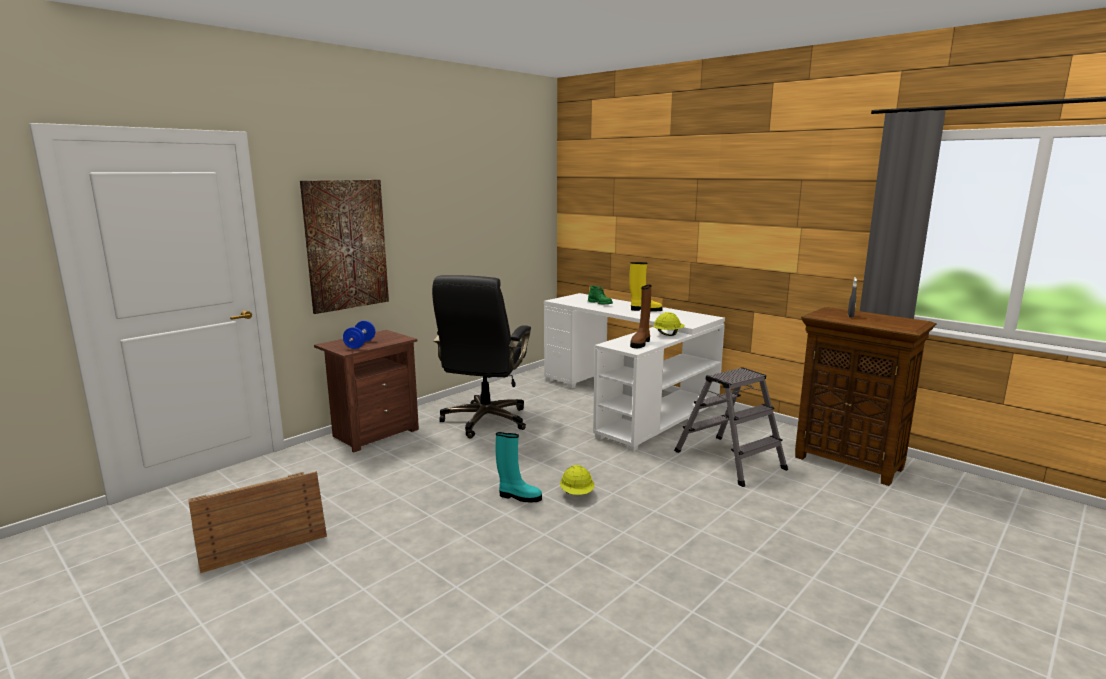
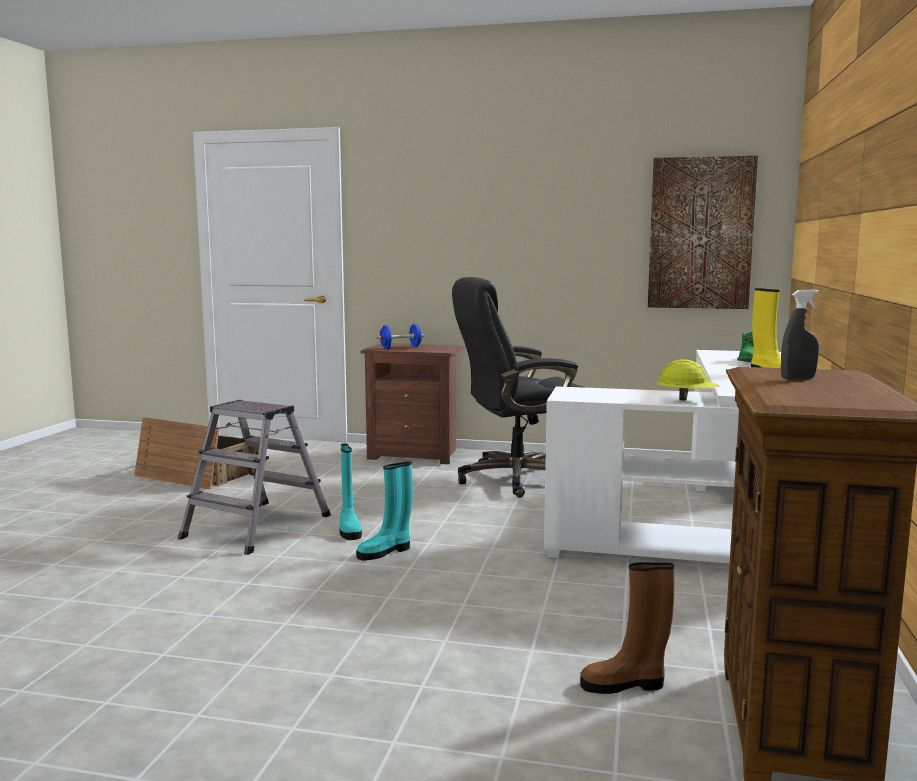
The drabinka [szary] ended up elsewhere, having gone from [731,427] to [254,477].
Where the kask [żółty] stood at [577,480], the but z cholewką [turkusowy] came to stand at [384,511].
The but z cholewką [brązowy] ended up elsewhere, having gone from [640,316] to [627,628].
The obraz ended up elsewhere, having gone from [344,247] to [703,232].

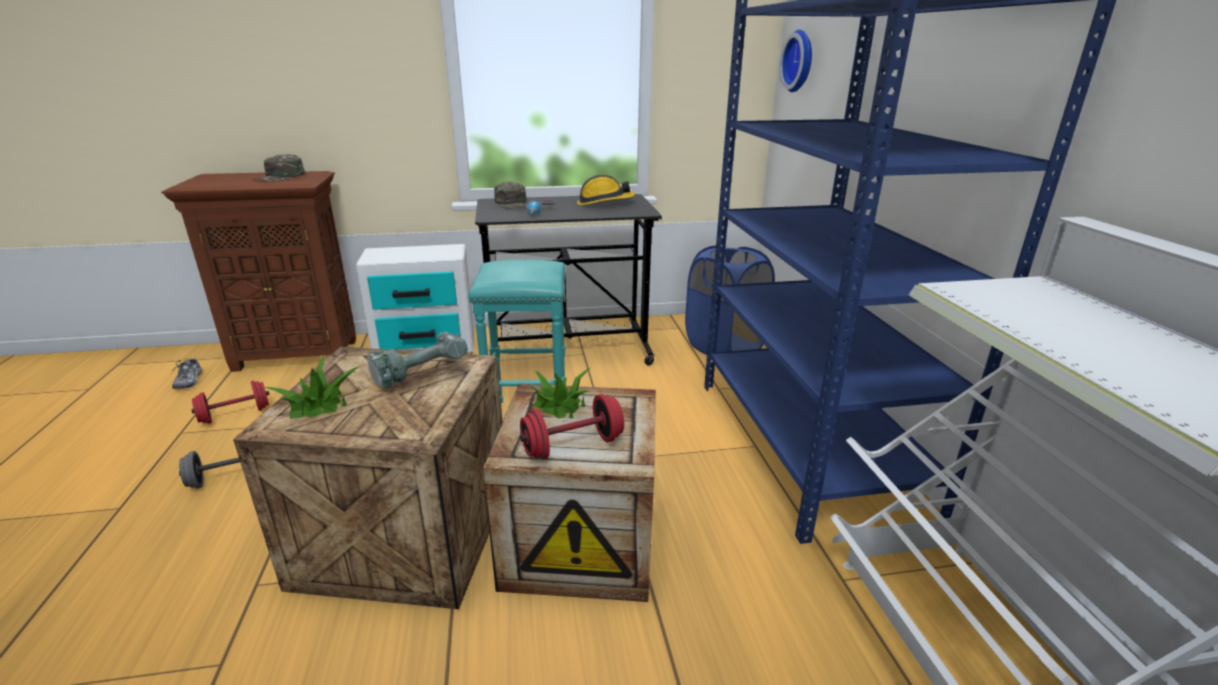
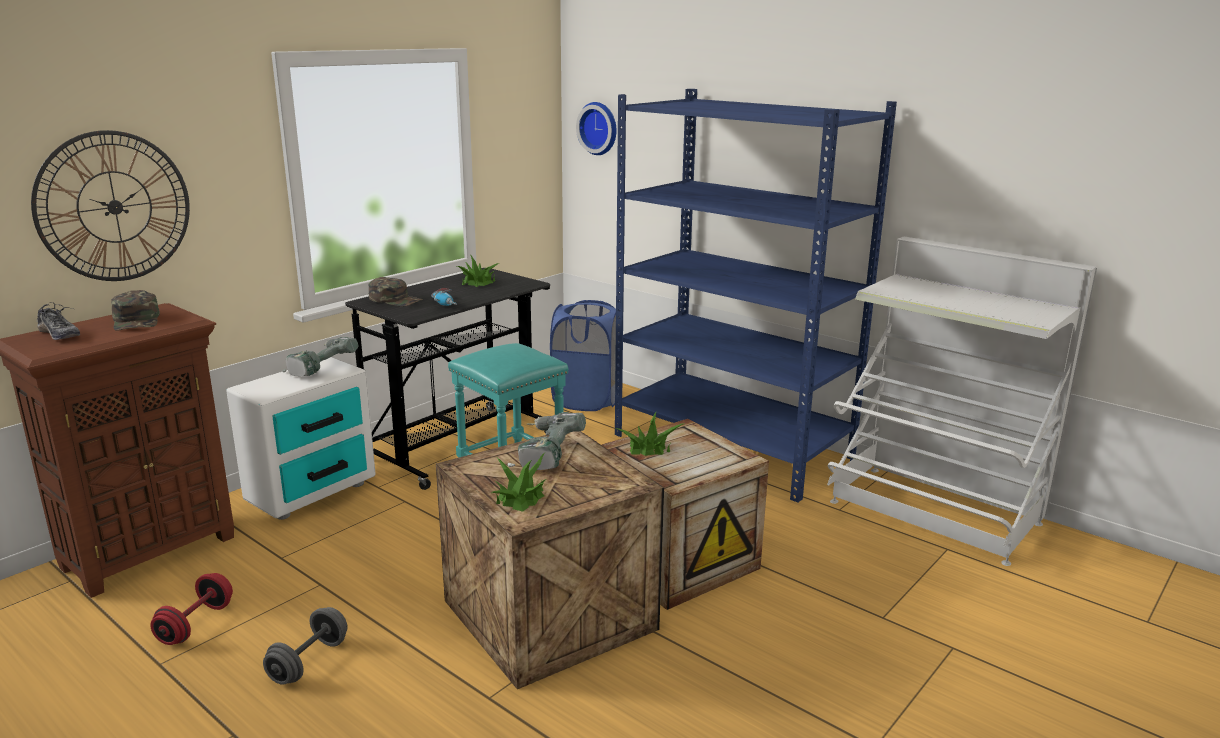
The second view gained the zegar ścienny at [110,205].
The but ended up elsewhere, having gone from [186,373] to [58,321].
The second view gained the wiertarka at [321,356].
Where the kask stood at [606,190], the roślina doniczkowa came to stand at [478,271].
The second view lost the hantel [czerwony] at [572,427].

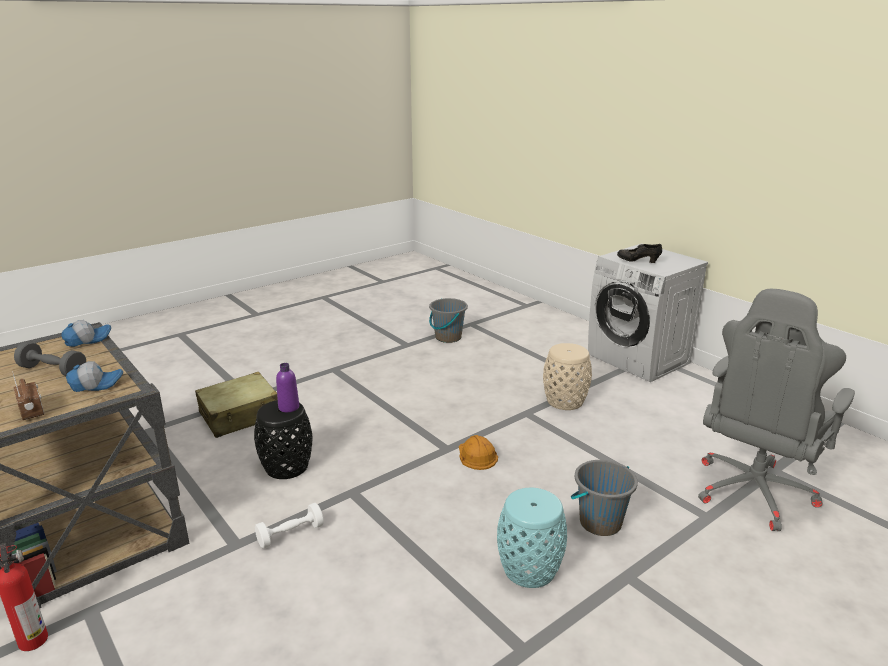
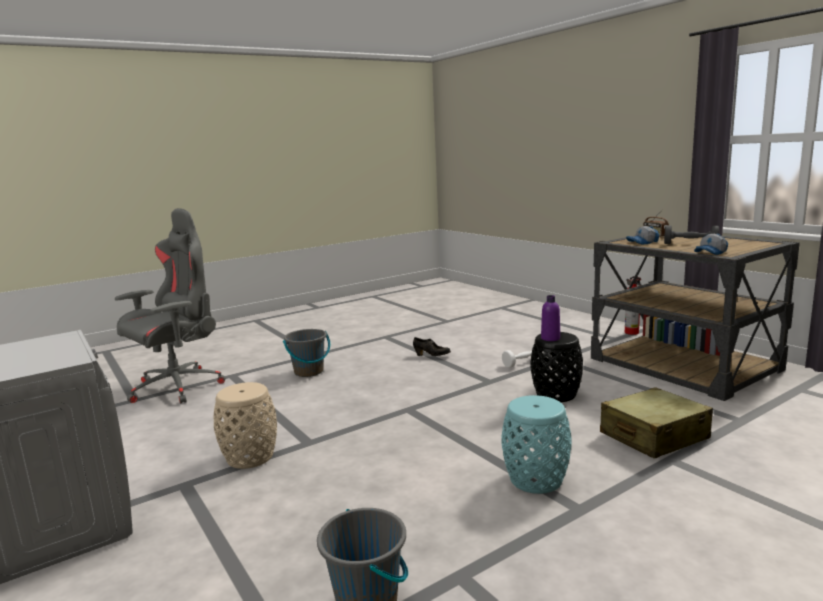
The but [czarny] ended up elsewhere, having gone from [639,253] to [432,346].
The stołek [turkusowy] ended up elsewhere, having gone from [532,538] to [536,444].
The second view lost the kask [pomarańczowy] at [478,452].

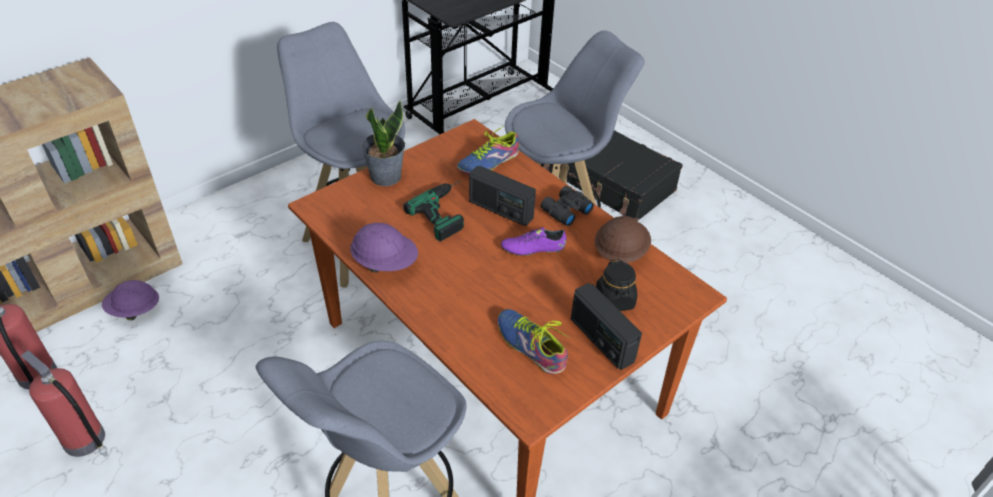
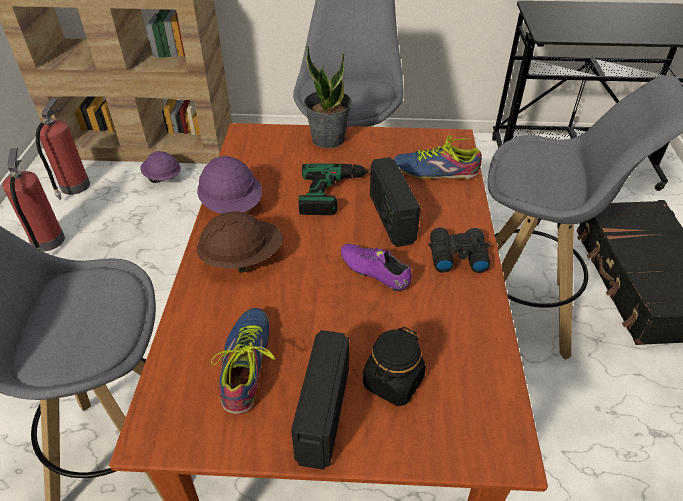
The kask [brązowy] ended up elsewhere, having gone from [623,239] to [240,242].

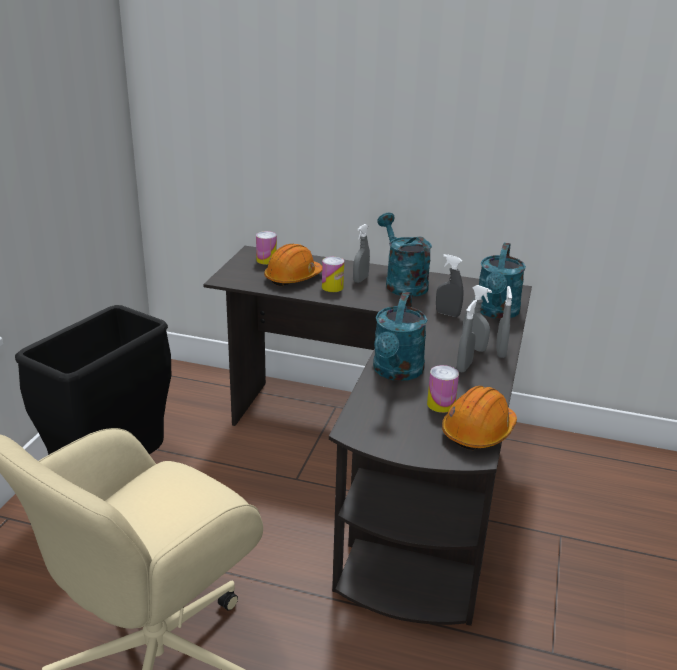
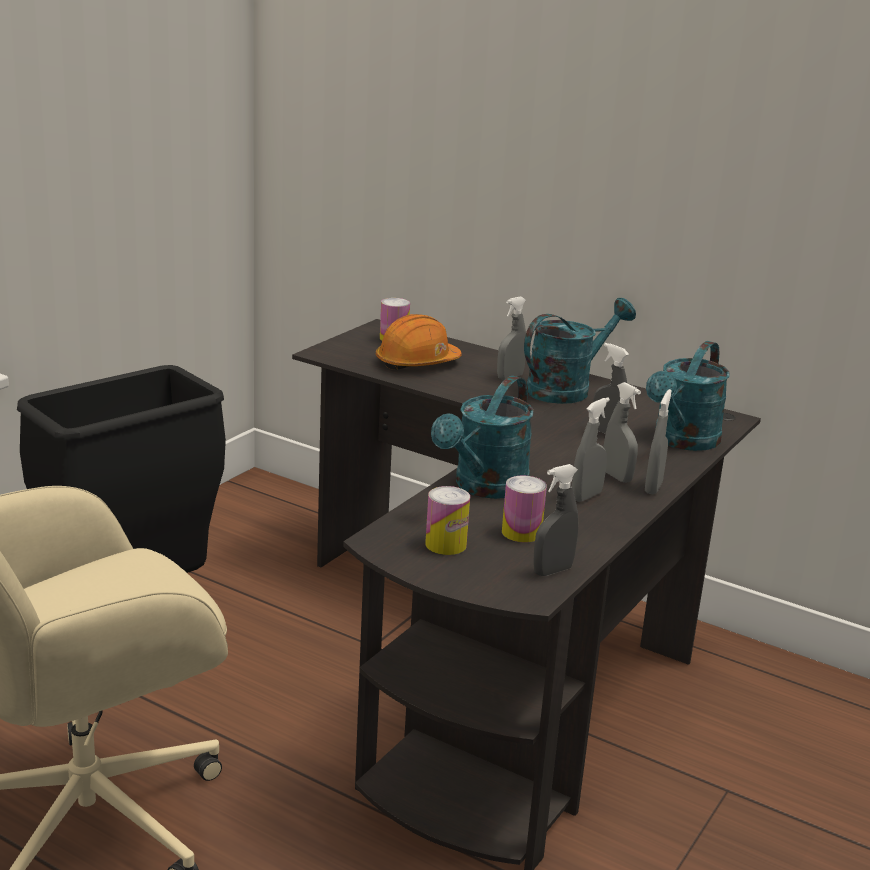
The puszka ended up elsewhere, having gone from [333,274] to [447,520].
The konewka [turkusowy] at [404,255] ended up facing another way, 60 degrees clockwise from before.
Where the kask [pomarańczowy] stood at [479,418], the spryskiwacz [szary] came to stand at [555,520].

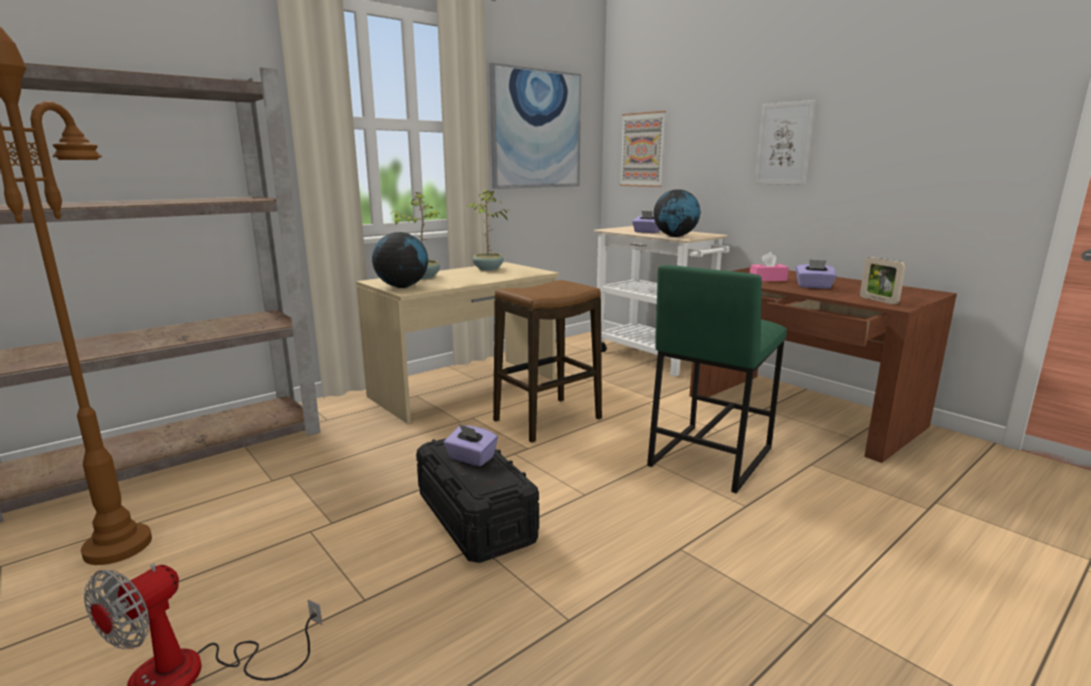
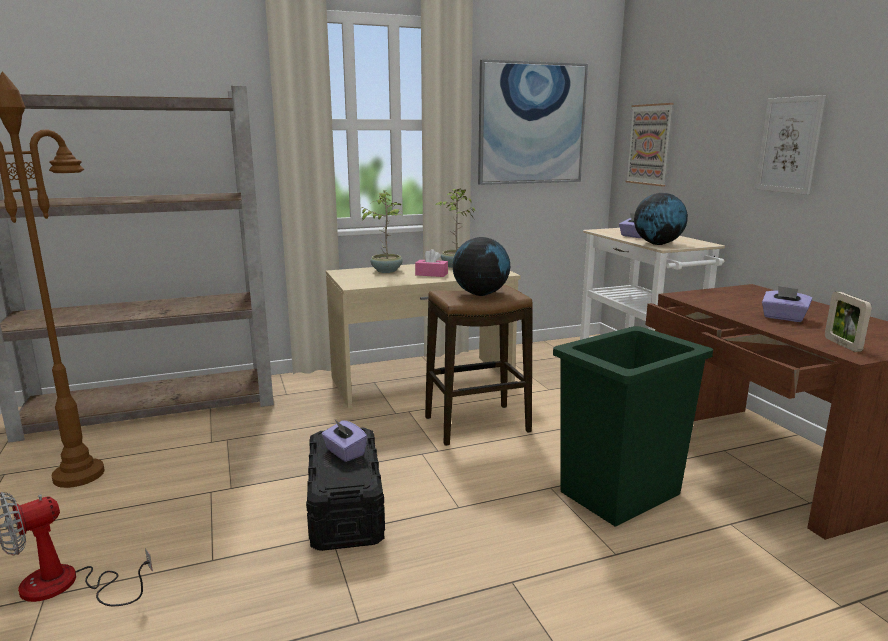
The pudełko chusteczek [różowy] ended up elsewhere, having gone from [769,266] to [431,263].
The globus ended up elsewhere, having gone from [400,260] to [481,266].
Where the stołek [zielony] stood at [717,379], the kosz na śmieci [zielony] came to stand at [633,426].

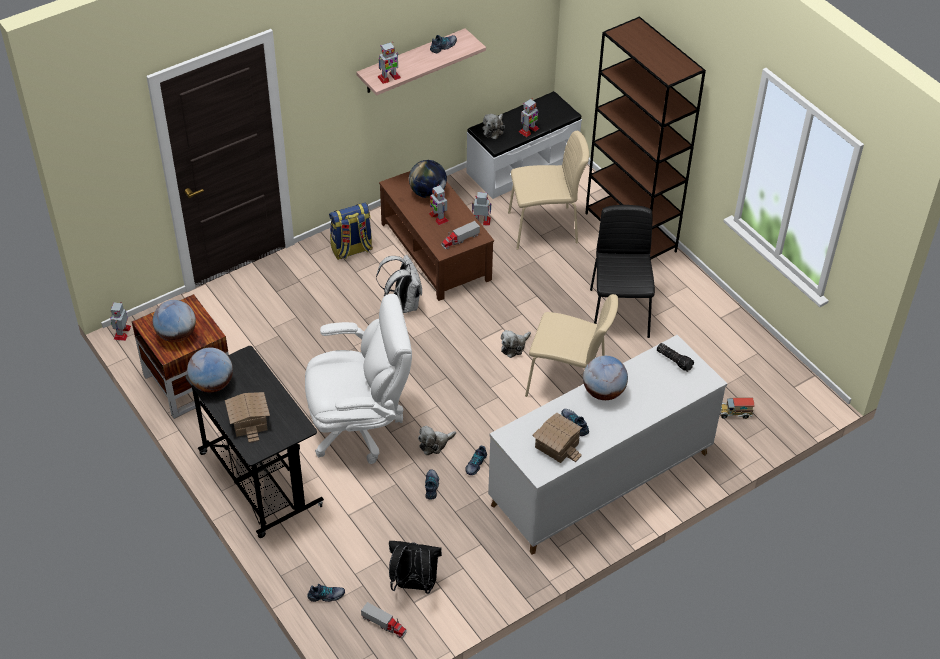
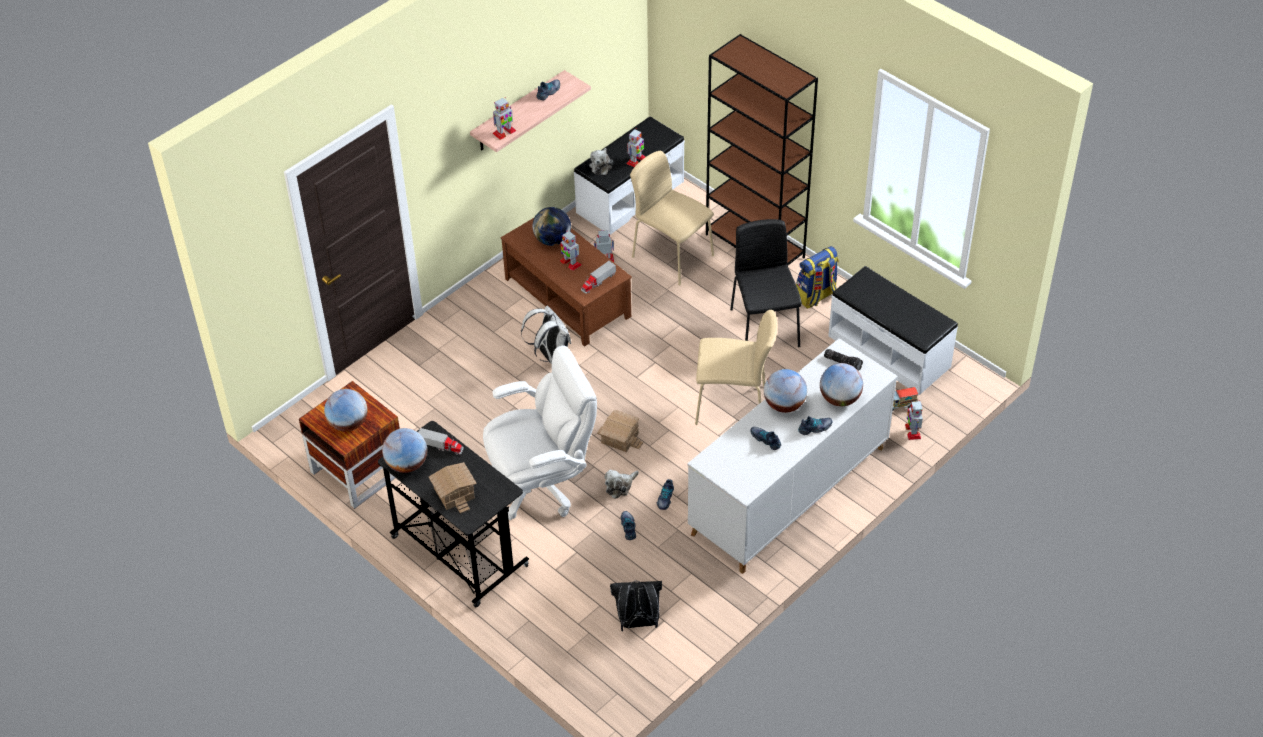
The ciężarówka zabawkowa ended up elsewhere, having gone from [384,620] to [440,441].
The domek ended up elsewhere, having gone from [557,438] to [620,431].
The krzesło [beżowy] at [548,190] ended up facing another way, 120 degrees counterclockwise from before.
The plecak ended up elsewhere, having gone from [351,231] to [817,277].
The but ended up elsewhere, having gone from [326,593] to [815,425].
The second view gained the globus at [841,384].
The second view gained the ławka [biały] at [893,330].
The robot zabawkowy ended up elsewhere, having gone from [120,321] to [914,420].
The second view lost the pluszak at [516,344].

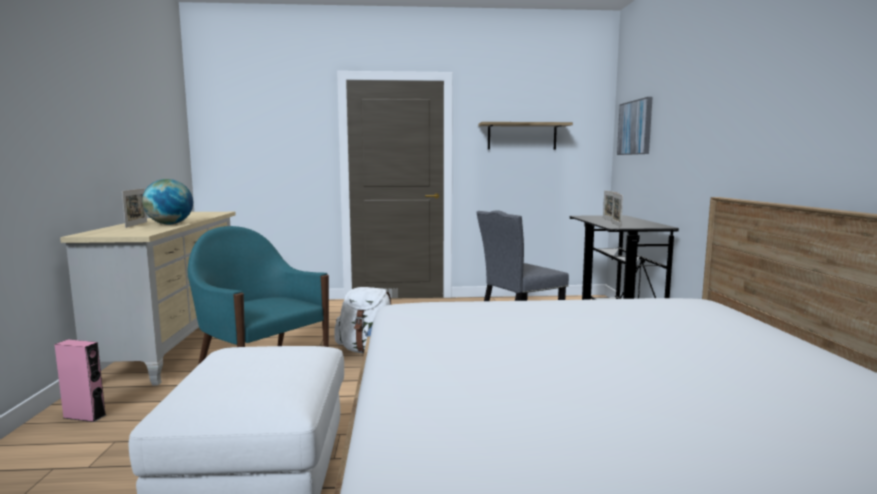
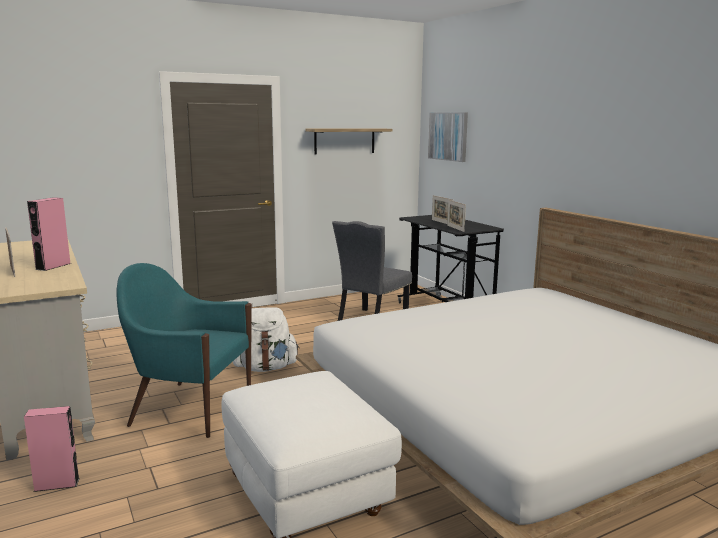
Where the globus stood at [167,201], the głośnik [różowy] came to stand at [49,234].

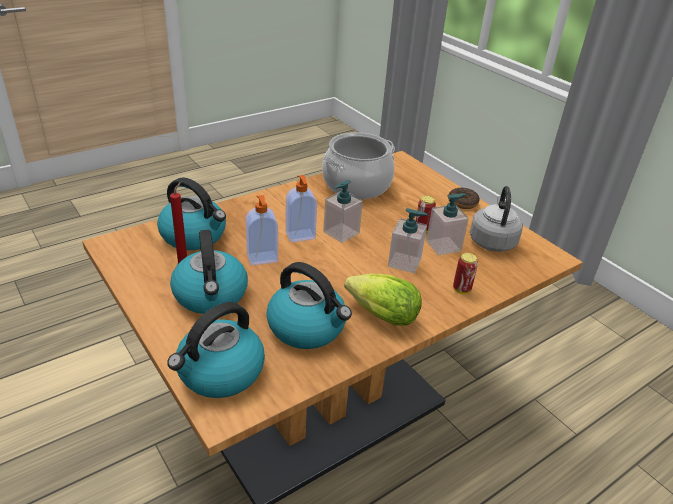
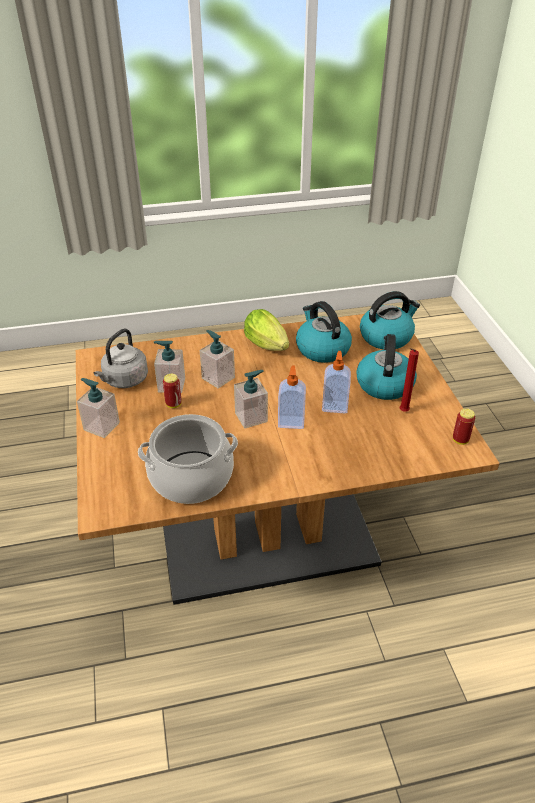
Where the donut stood at [464,198], the dozownik mydła came to stand at [98,408].
The puszka ended up elsewhere, having gone from [465,273] to [464,426].
The second view lost the czajnik at [191,214].

